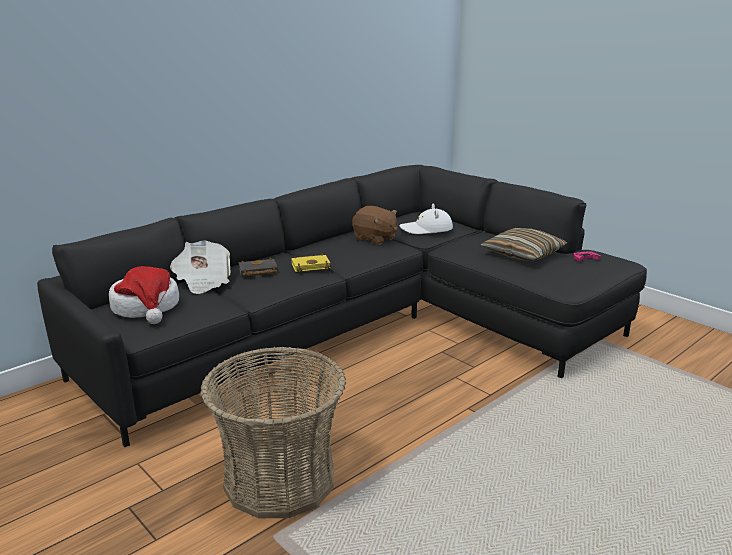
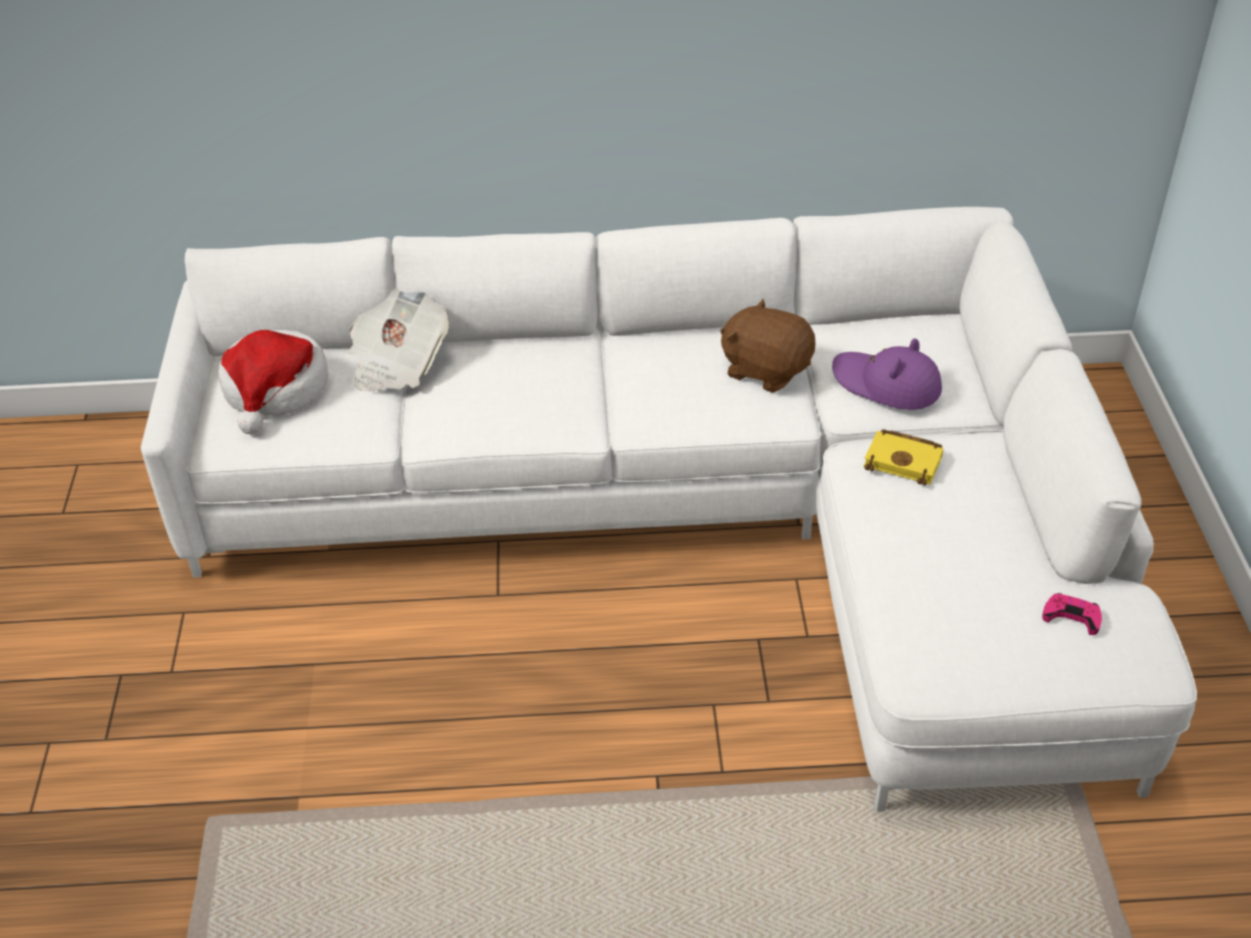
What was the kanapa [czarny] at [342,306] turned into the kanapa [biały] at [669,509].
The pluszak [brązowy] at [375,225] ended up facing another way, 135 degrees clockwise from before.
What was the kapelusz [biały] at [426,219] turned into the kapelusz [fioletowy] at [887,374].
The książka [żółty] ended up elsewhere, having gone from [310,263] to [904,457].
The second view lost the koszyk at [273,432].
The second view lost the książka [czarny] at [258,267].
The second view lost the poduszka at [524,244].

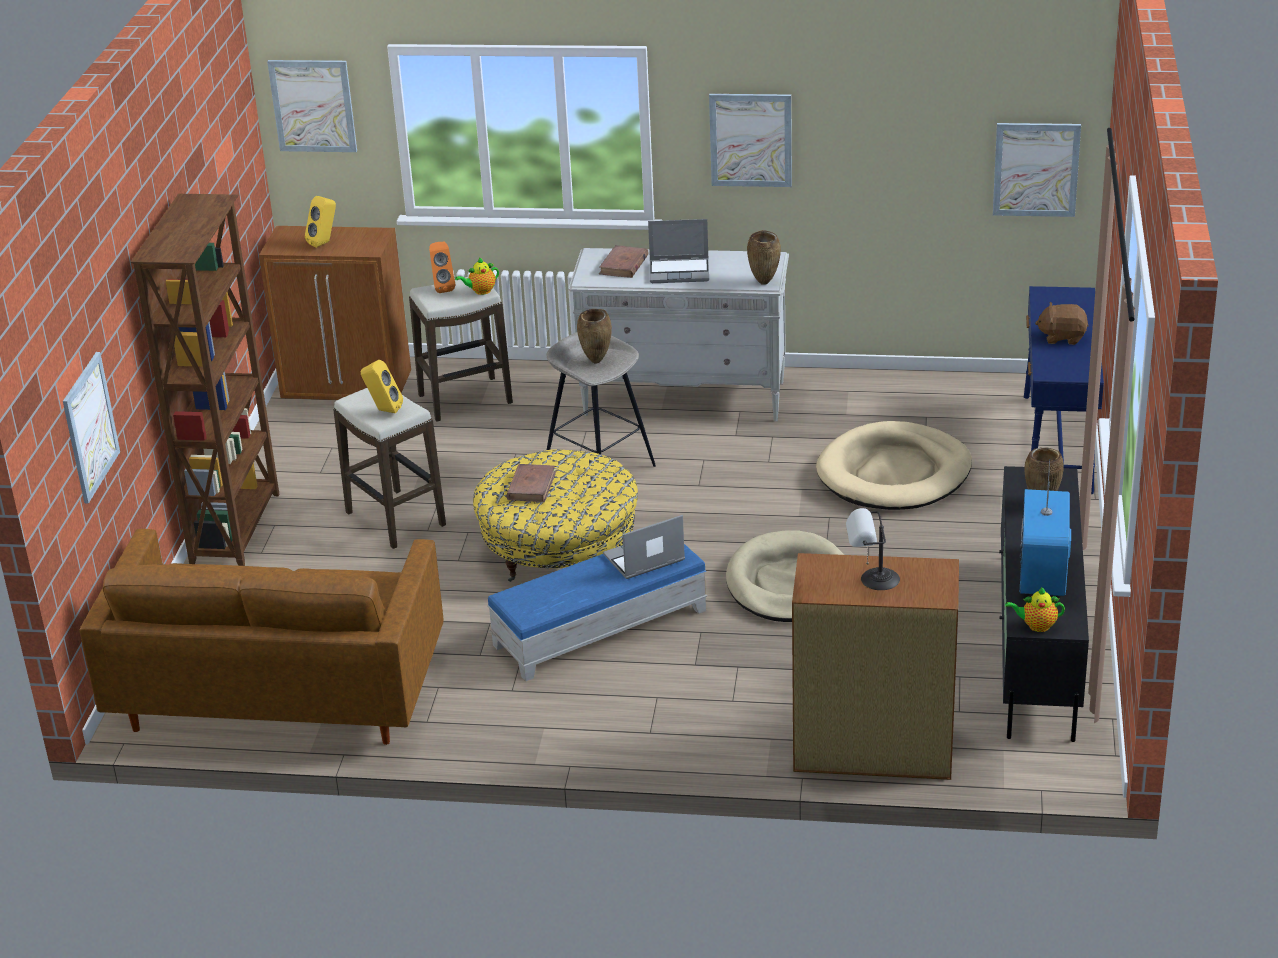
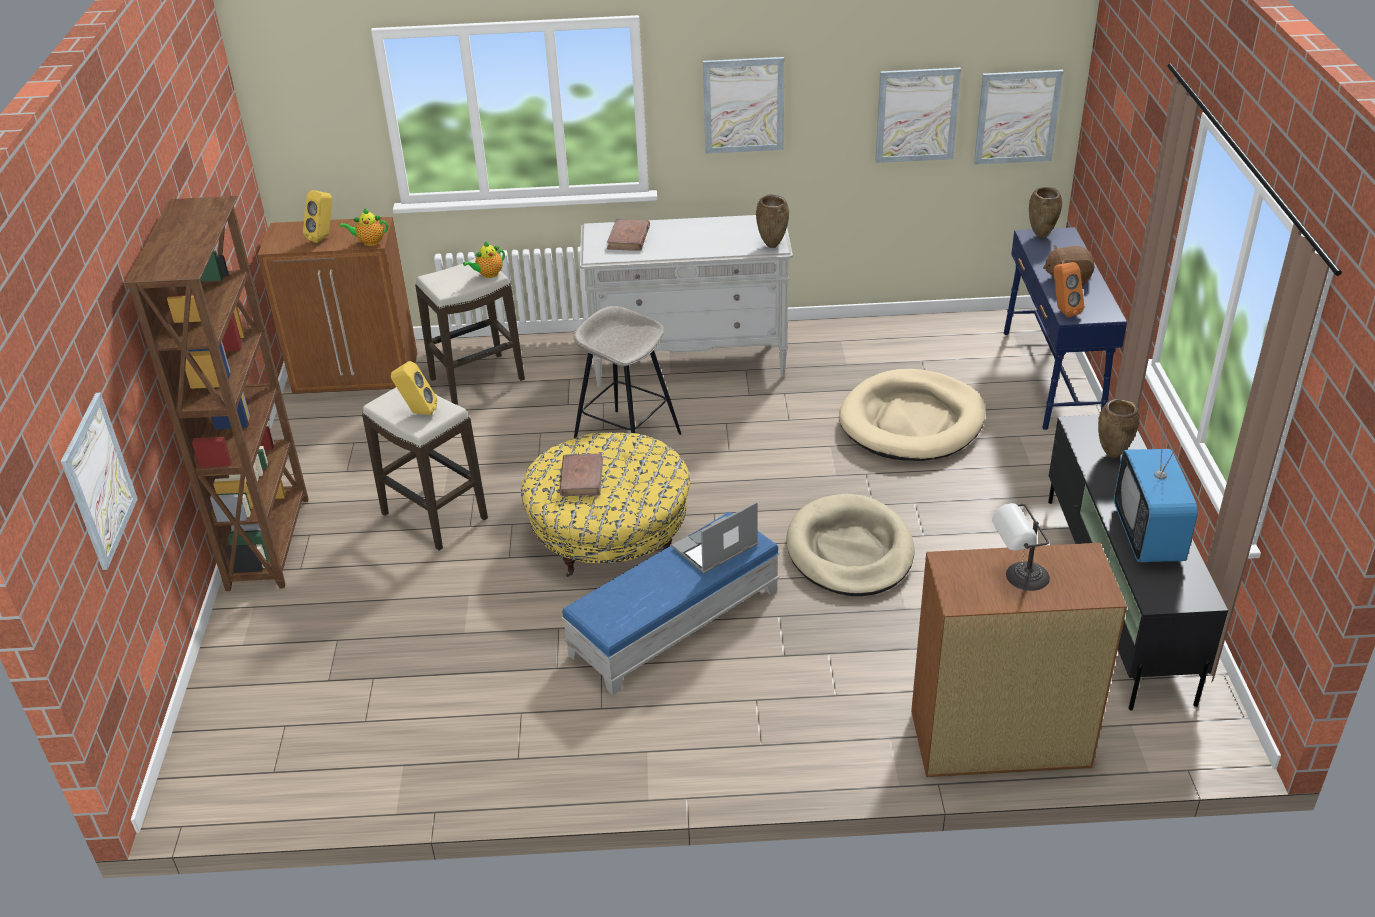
The imbryk ended up elsewhere, having gone from [1035,609] to [364,227].
The obraz ended up elsewhere, having gone from [312,106] to [918,115].
The wazon [brązowy] ended up elsewhere, having gone from [594,336] to [1045,213].
The głośnik [pomarańczowy] ended up elsewhere, having gone from [442,267] to [1068,290].
The second view lost the kanapa [brązowy] at [261,637].
The second view lost the laptop at [678,251].

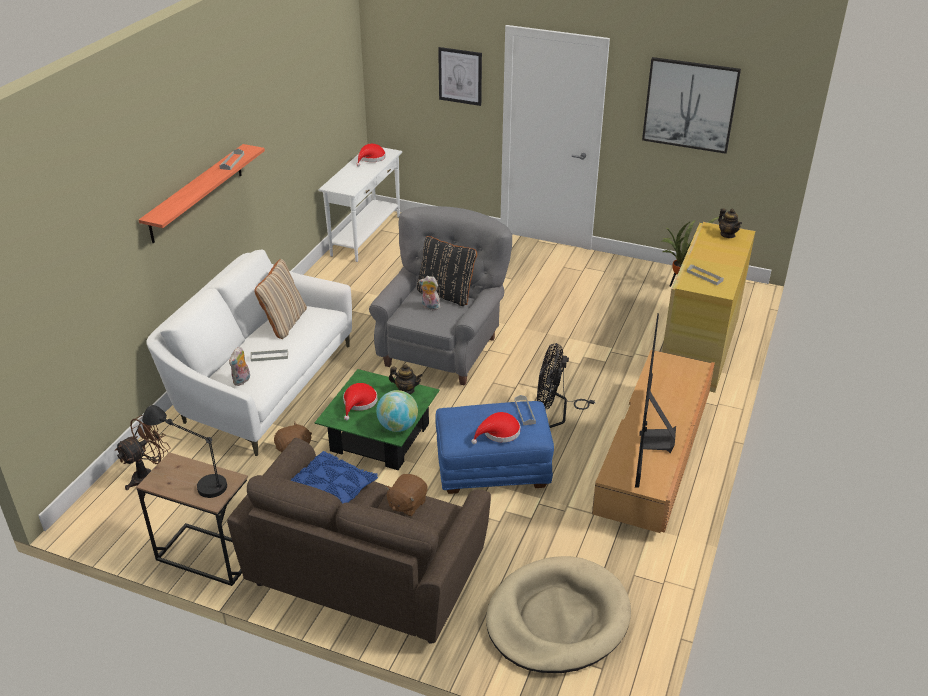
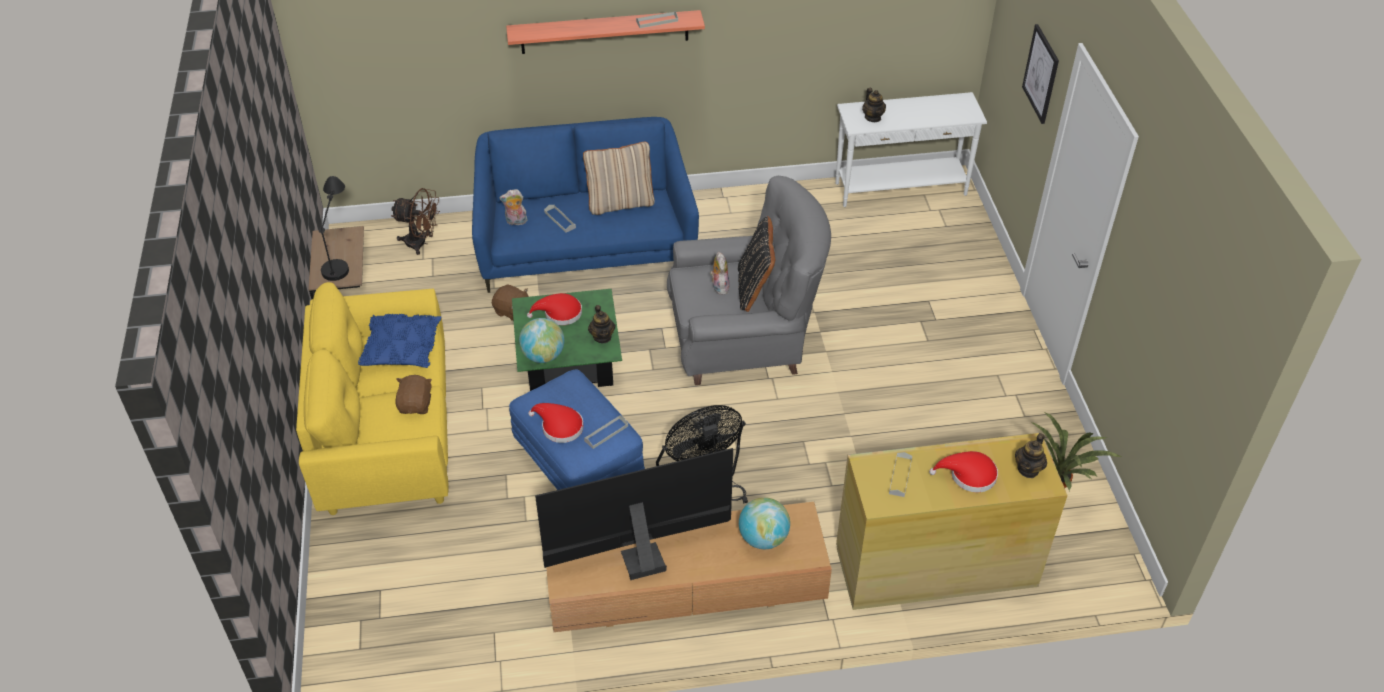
What was the kanapa [brązowy] at [359,541] turned into the kanapa [żółty] at [372,398].
The pluszak [brązowy] at [406,495] ended up facing another way, 90 degrees clockwise from before.
What was the kanapa [biały] at [249,353] turned into the kanapa [niebieski] at [585,205].
The second view gained the globus at [764,523].
The second view gained the imbryk at [874,105].
The kapelusz [czerwony] ended up elsewhere, having gone from [371,155] to [963,471].
The second view lost the legowisko [beżowy] at [558,614].
The second view lost the obraz at [691,105].

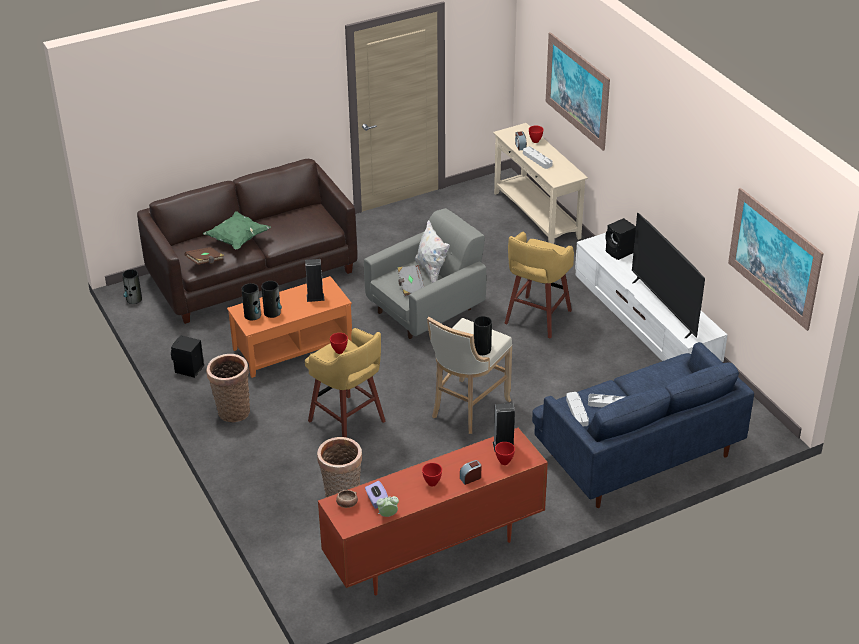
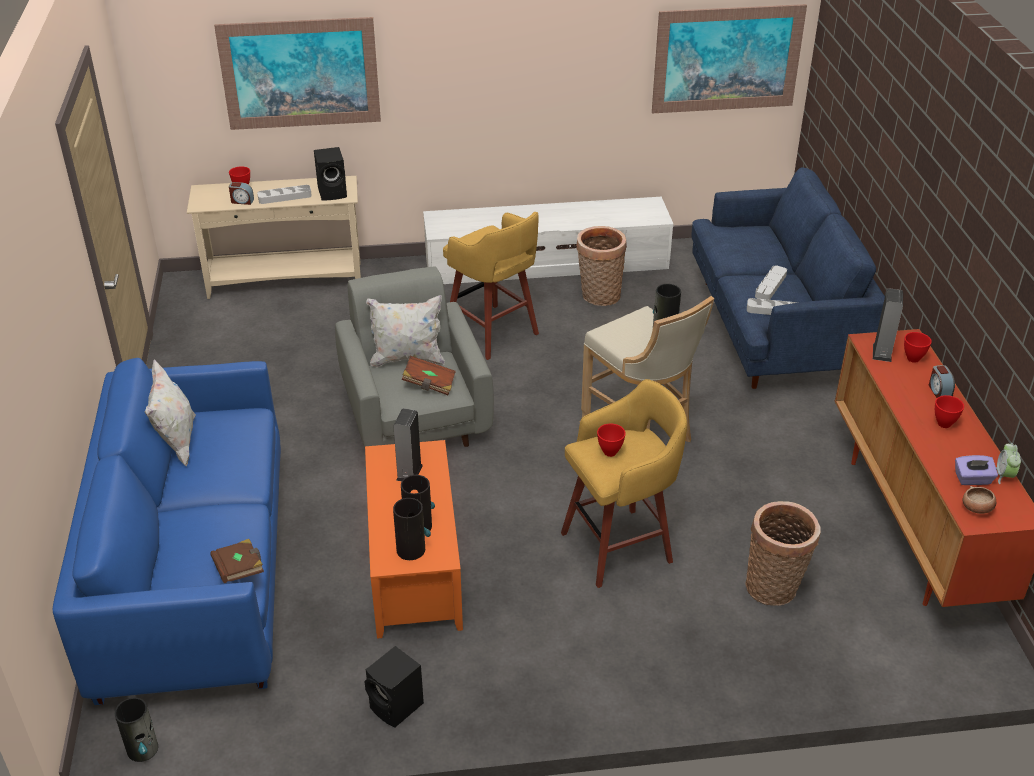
What was the kanapa [brązowy] at [247,241] turned into the kanapa [niebieski] at [167,531].
The second view gained the poduszka [biały] at [170,412].
The głośnik [czarny] ended up elsewhere, having gone from [620,239] to [330,174].
What was the książka [szary] at [411,281] turned into the książka [brązowy] at [429,375].
The koszyk ended up elsewhere, having gone from [228,388] to [601,266].
The second view lost the poduszka [zielony] at [237,230].
The second view lost the telewizor at [668,275].

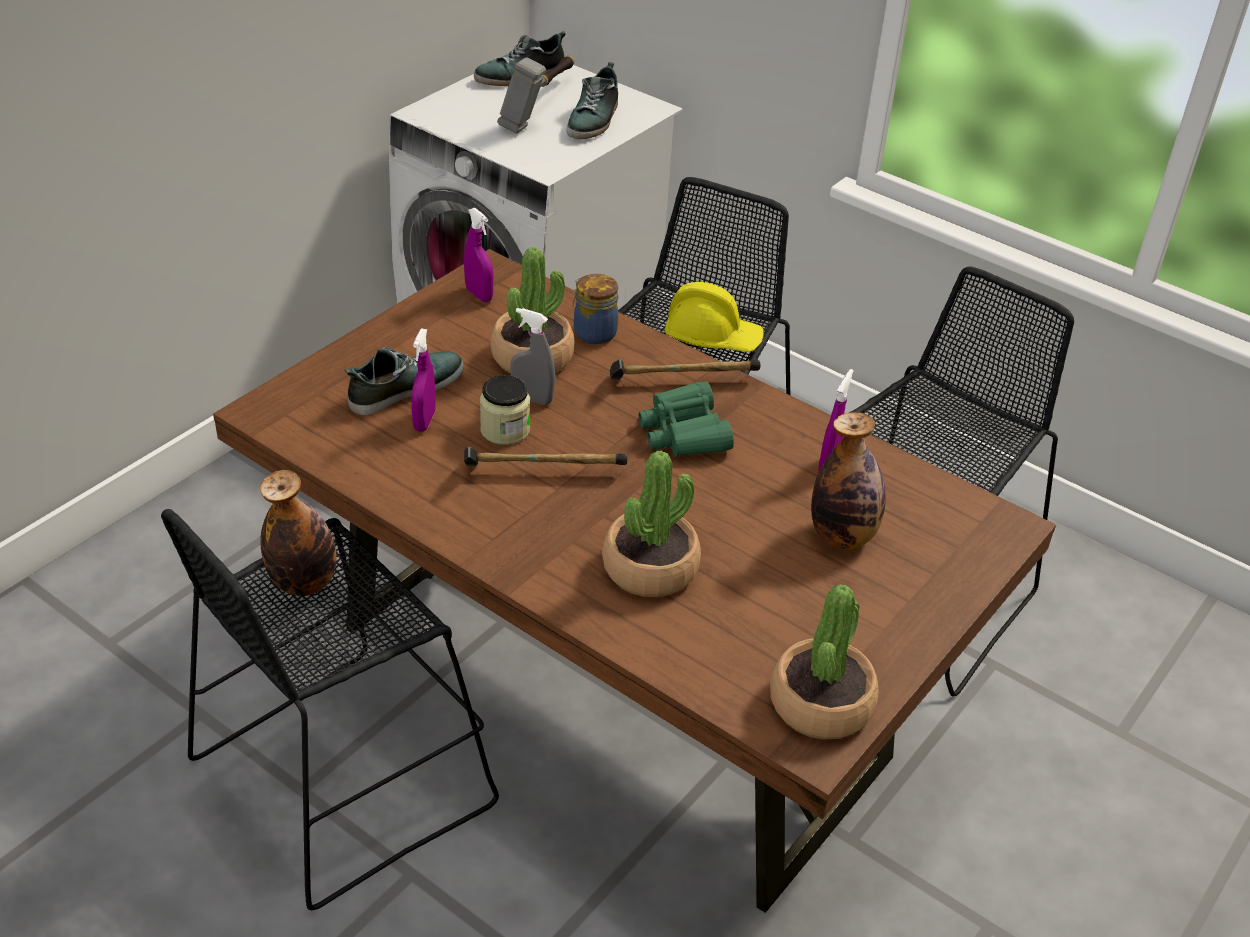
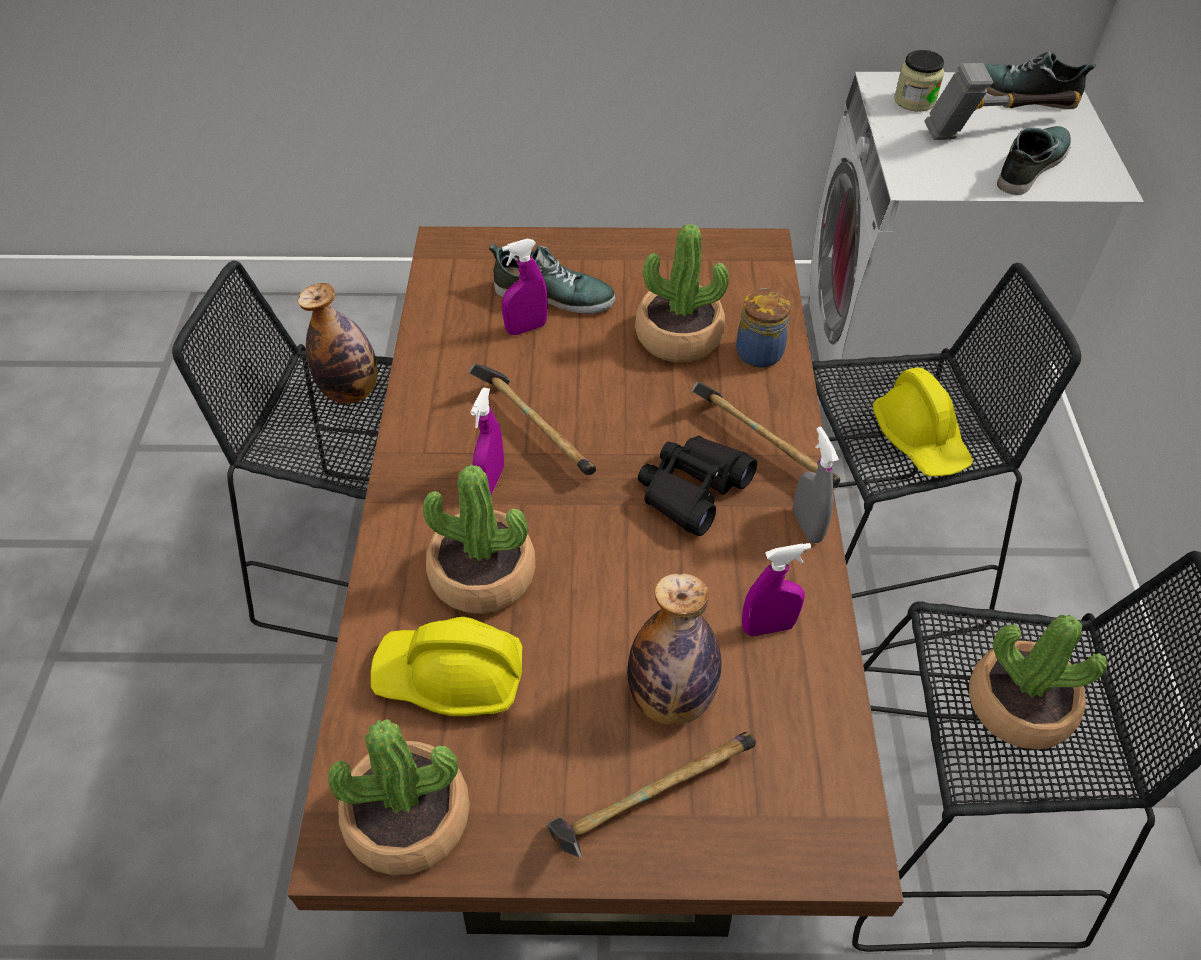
The second view gained the kask [żółty] at [447,666].
The spryskiwacz [fioletowy] ended up elsewhere, having gone from [479,255] to [487,441].
The second view gained the młotek at [651,794].
What was the lornetka [zielony] at [686,419] turned into the lornetka [czarny] at [697,486].
The spryskiwacz [szary] ended up elsewhere, having gone from [532,356] to [816,484].
The słoik ended up elsewhere, having gone from [505,410] to [919,81].
The second view gained the roślina doniczkowa at [1038,682].
The but at [592,100] ended up facing another way, 150 degrees clockwise from before.

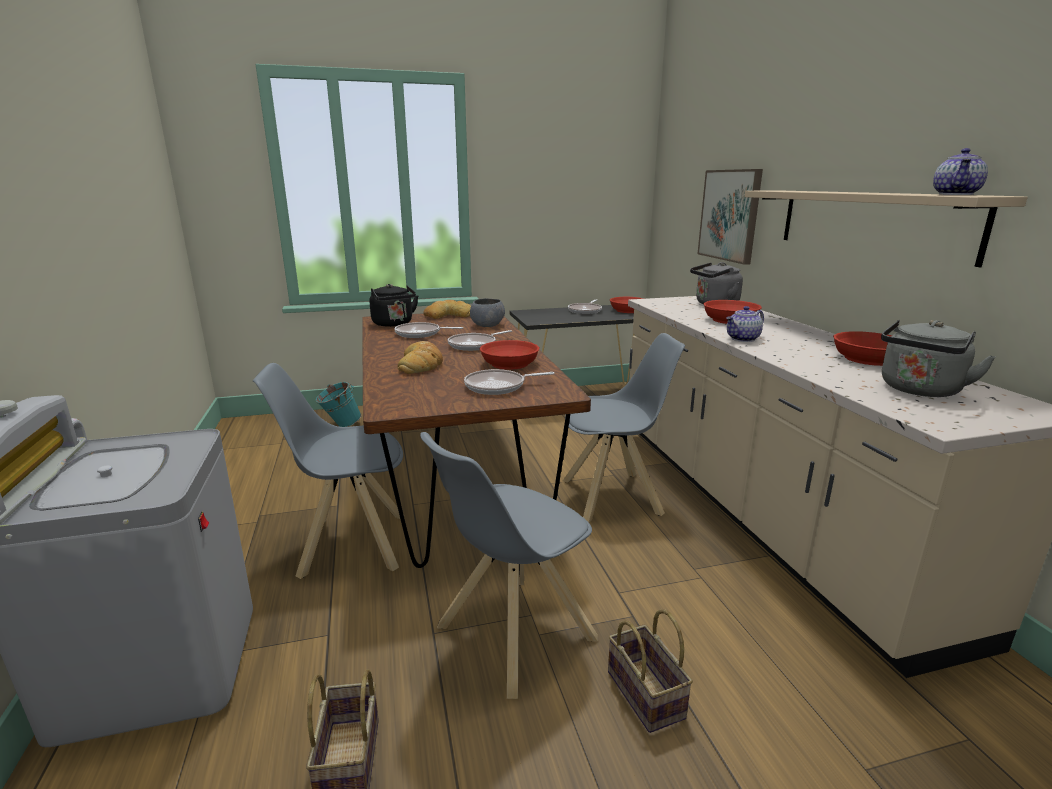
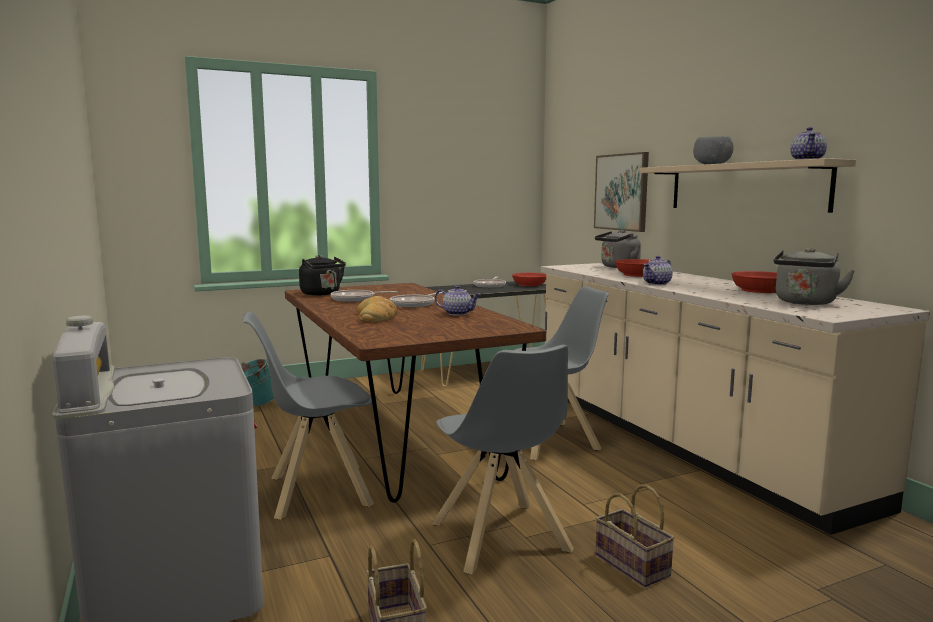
The krzesło [szary] at [509,565] ended up facing another way, 60 degrees counterclockwise from before.
Where the miska [czerwony] stood at [509,355], the imbryk came to stand at [458,300].
The miska [szary] ended up elsewhere, having gone from [487,312] to [713,150].
The second view lost the chleb at [447,309].
The second view lost the patelnia at [509,382].

